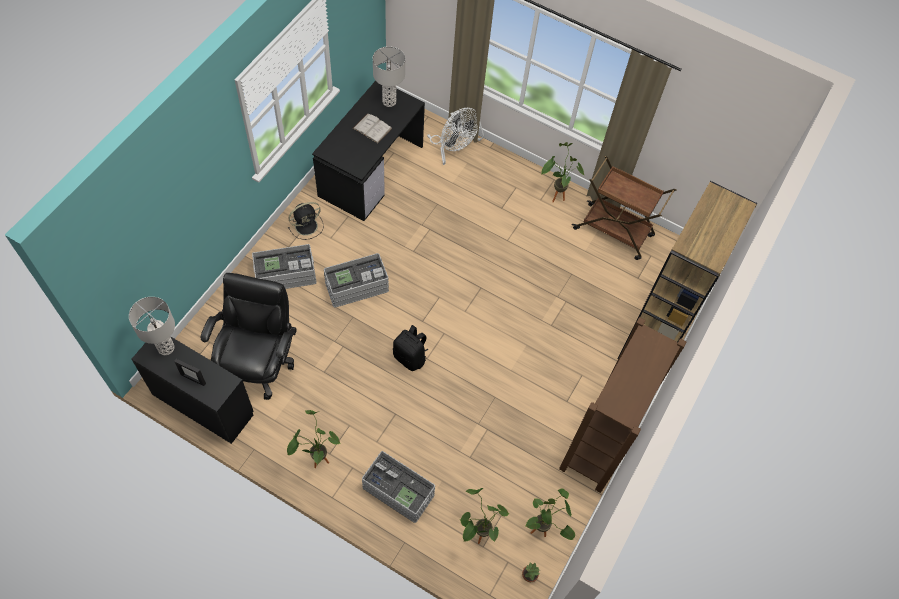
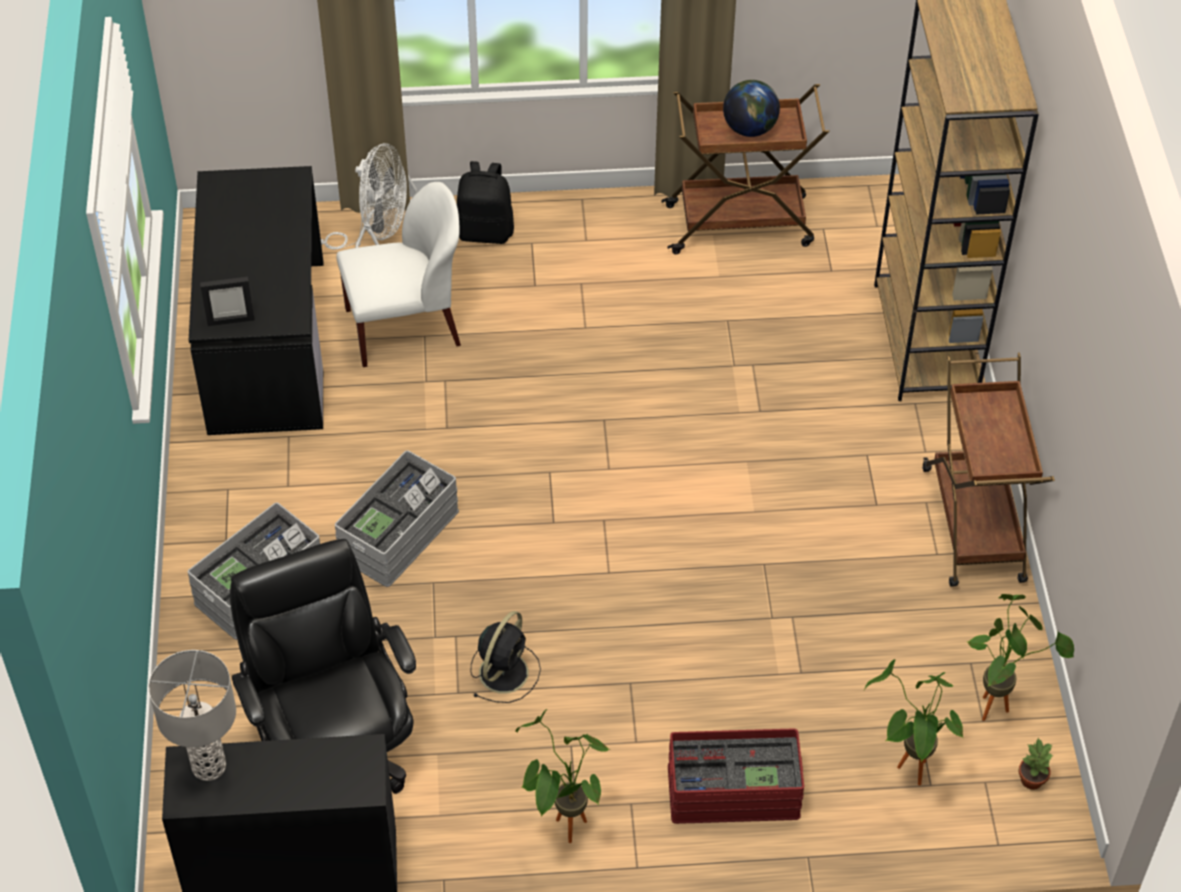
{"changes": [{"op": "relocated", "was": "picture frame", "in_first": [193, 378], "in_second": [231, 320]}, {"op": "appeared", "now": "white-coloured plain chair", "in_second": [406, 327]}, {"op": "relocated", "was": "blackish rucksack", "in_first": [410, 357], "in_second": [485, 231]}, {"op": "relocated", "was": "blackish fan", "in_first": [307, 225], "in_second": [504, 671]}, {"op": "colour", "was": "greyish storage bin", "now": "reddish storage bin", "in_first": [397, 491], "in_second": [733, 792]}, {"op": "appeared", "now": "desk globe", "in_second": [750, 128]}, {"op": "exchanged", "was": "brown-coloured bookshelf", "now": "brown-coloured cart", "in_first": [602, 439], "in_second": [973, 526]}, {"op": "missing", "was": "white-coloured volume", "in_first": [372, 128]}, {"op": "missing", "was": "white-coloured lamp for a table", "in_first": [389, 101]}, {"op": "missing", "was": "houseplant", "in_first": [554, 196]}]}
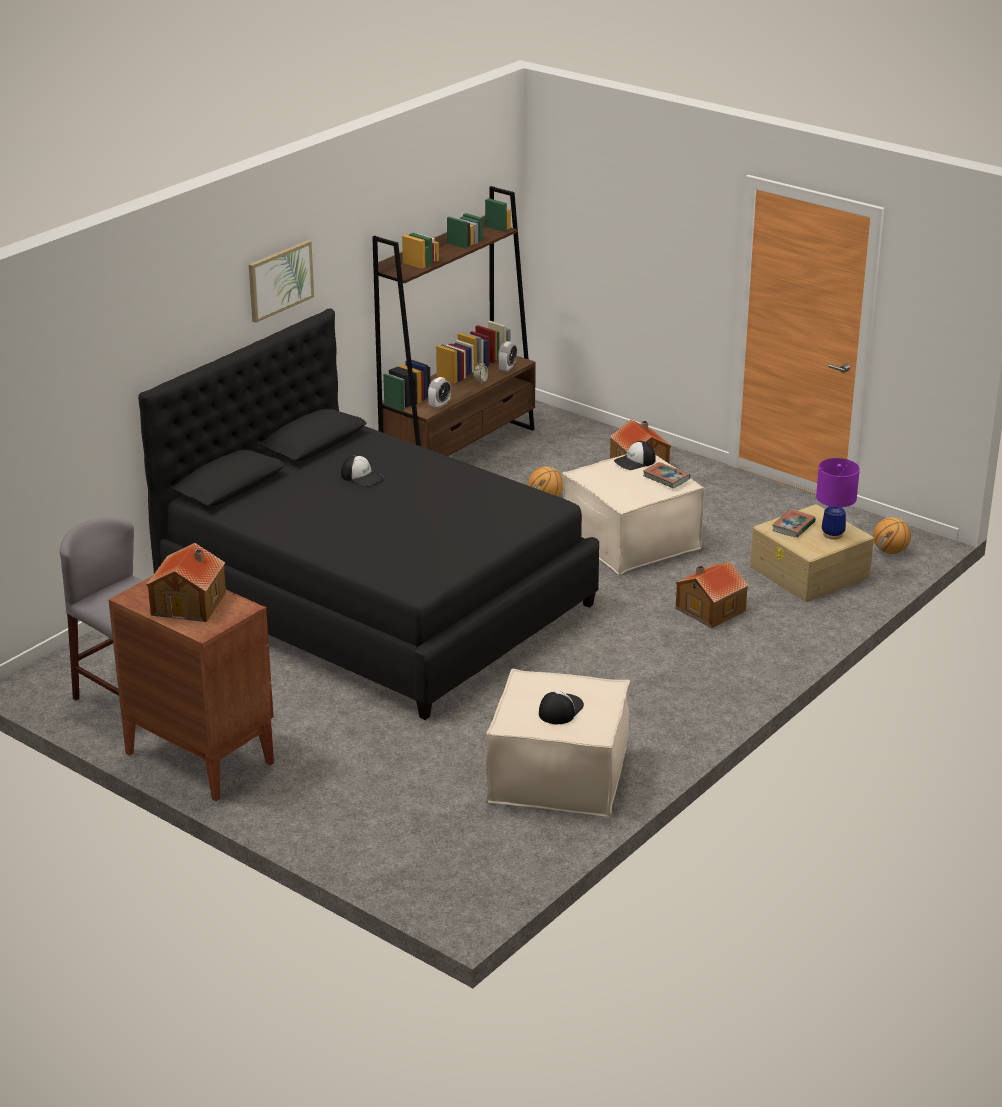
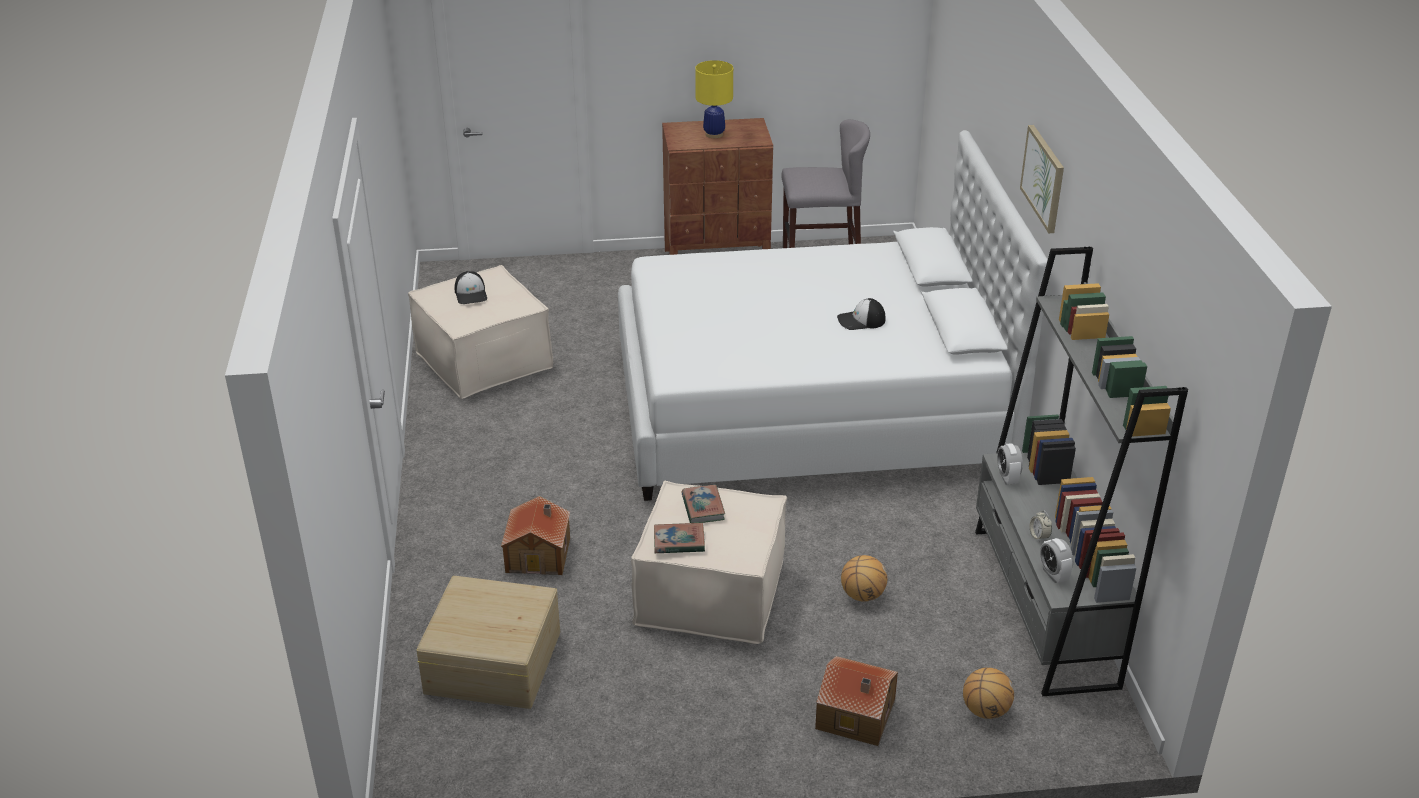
{"changes": [{"op": "colour", "was": "blackish sleeping bed", "now": "white-coloured sleeping bed", "in_first": [376, 601], "in_second": [809, 407]}, {"op": "relocated", "was": "volume", "in_first": [793, 526], "in_second": [703, 507]}, {"op": "exchanged", "was": "toy house", "now": "yellow lamp for a table", "in_first": [190, 603], "in_second": [714, 134]}, {"op": "relocated", "was": "ball for basketball", "in_first": [890, 551], "in_second": [985, 711]}, {"op": "colour", "was": "brown-coloured bookshelf", "now": "greyish bookshelf", "in_first": [459, 452], "in_second": [1044, 606]}, {"op": "missing", "was": "cap", "in_first": [635, 462]}, {"op": "missing", "was": "purple lamp for a table", "in_first": [833, 534]}]}
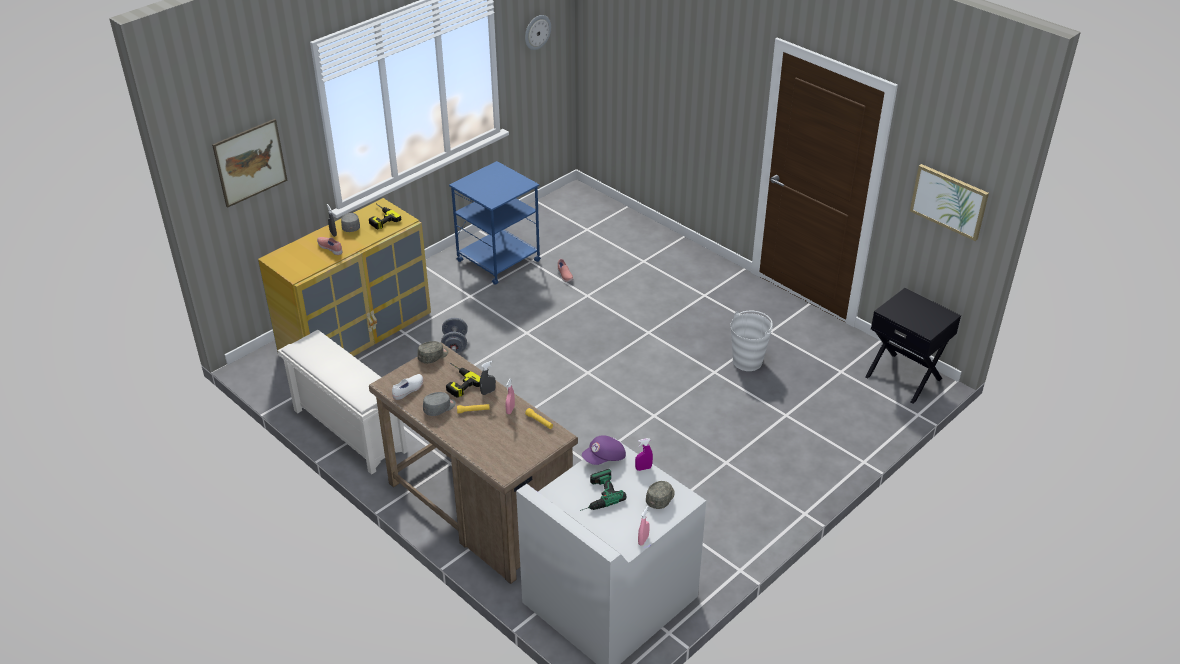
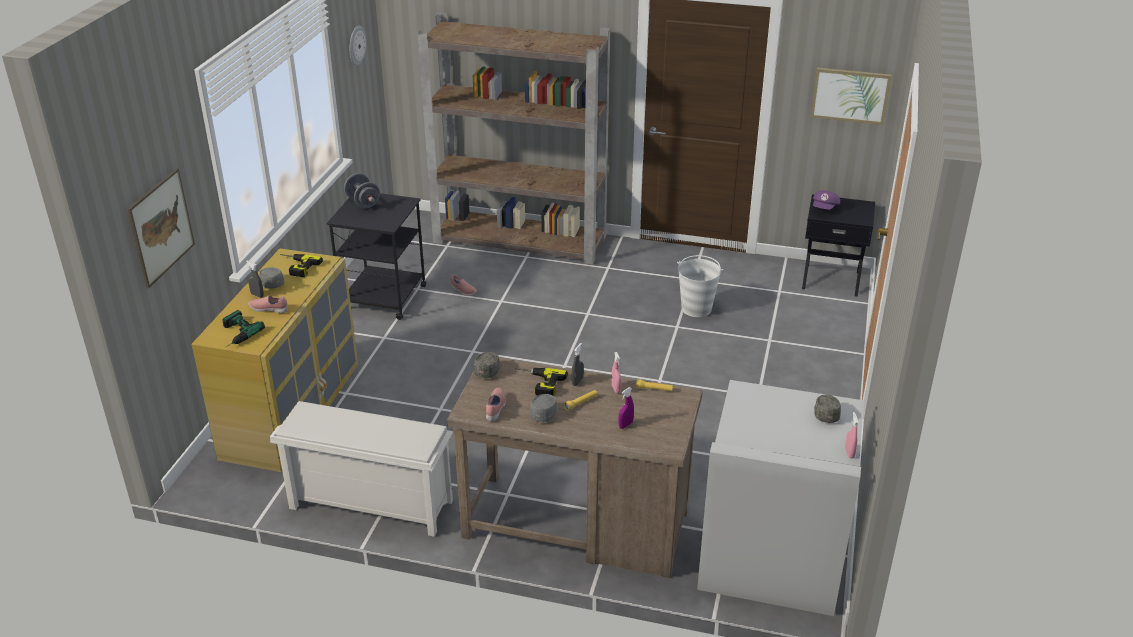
{"changes": [{"op": "relocated", "was": "drill", "in_first": [596, 495], "in_second": [235, 334]}, {"op": "colour", "was": "blue cart", "now": "blackish cart", "in_first": [499, 260], "in_second": [384, 297]}, {"op": "relocated", "was": "greyish hand weight", "in_first": [455, 345], "in_second": [363, 202]}, {"op": "appeared", "now": "brown-coloured bookshelf", "in_second": [520, 240]}, {"op": "colour", "was": "white-coloured low shoe", "now": "pink low shoe", "in_first": [408, 390], "in_second": [496, 408]}, {"op": "relocated", "was": "purple hand sprayer", "in_first": [643, 468], "in_second": [625, 425]}, {"op": "relocated", "was": "purple cap", "in_first": [604, 458], "in_second": [825, 208]}]}
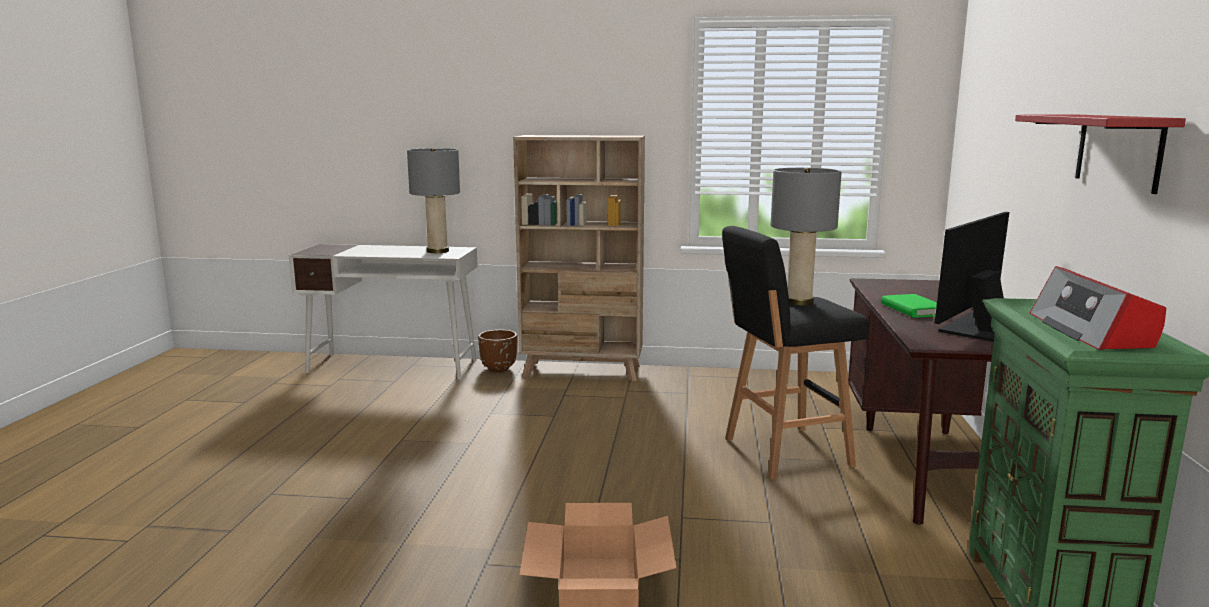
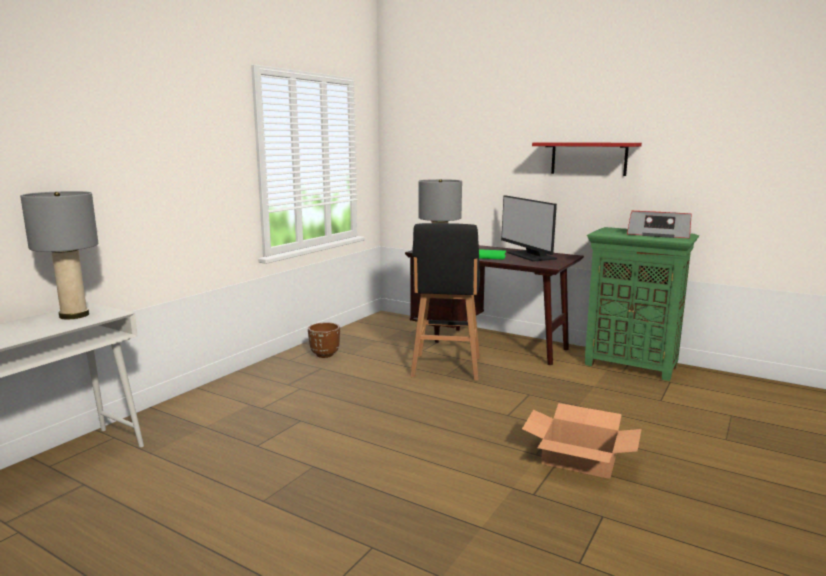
{"changes": [{"op": "relocated", "was": "brown-coloured planter", "in_first": [498, 369], "in_second": [324, 355]}, {"op": "missing", "was": "sand-coloured bookshelf", "in_first": [582, 372]}]}
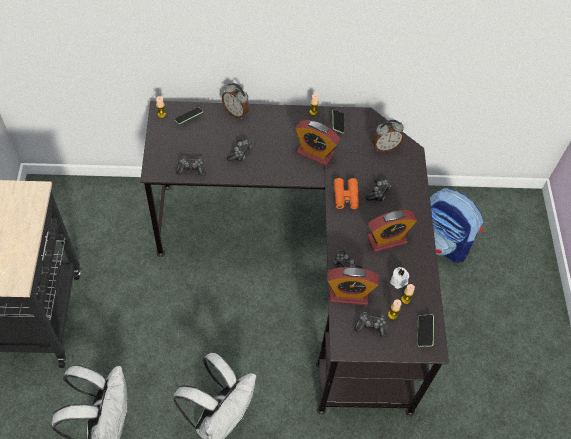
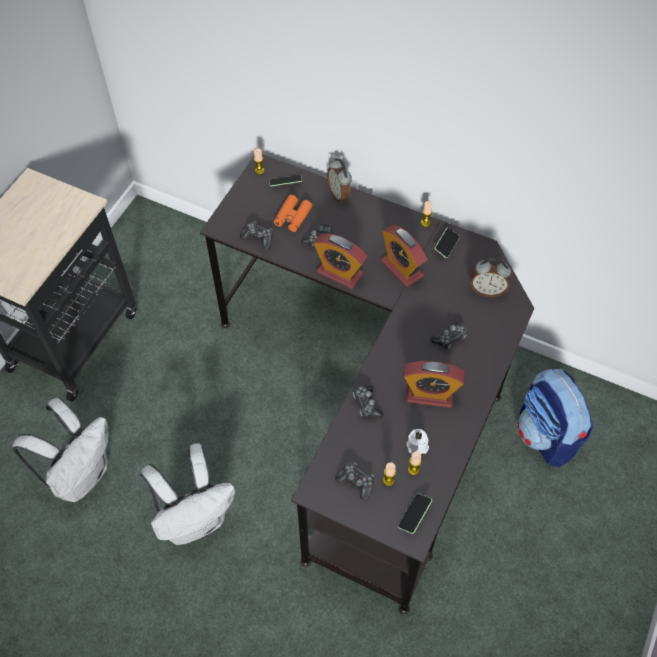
{"changes": [{"op": "relocated", "was": "orange-coloured binoculars", "in_first": [345, 196], "in_second": [292, 217]}, {"op": "relocated", "was": "table clock", "in_first": [348, 294], "in_second": [339, 273]}]}
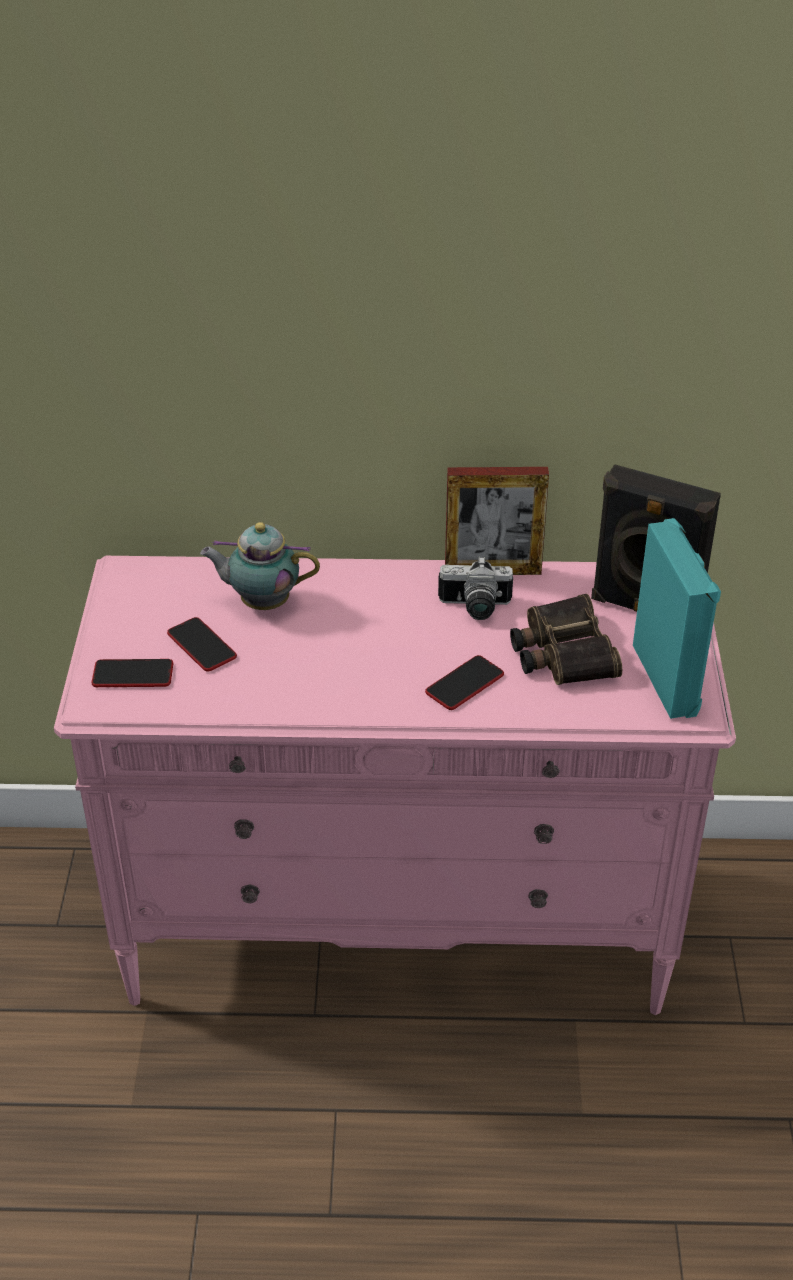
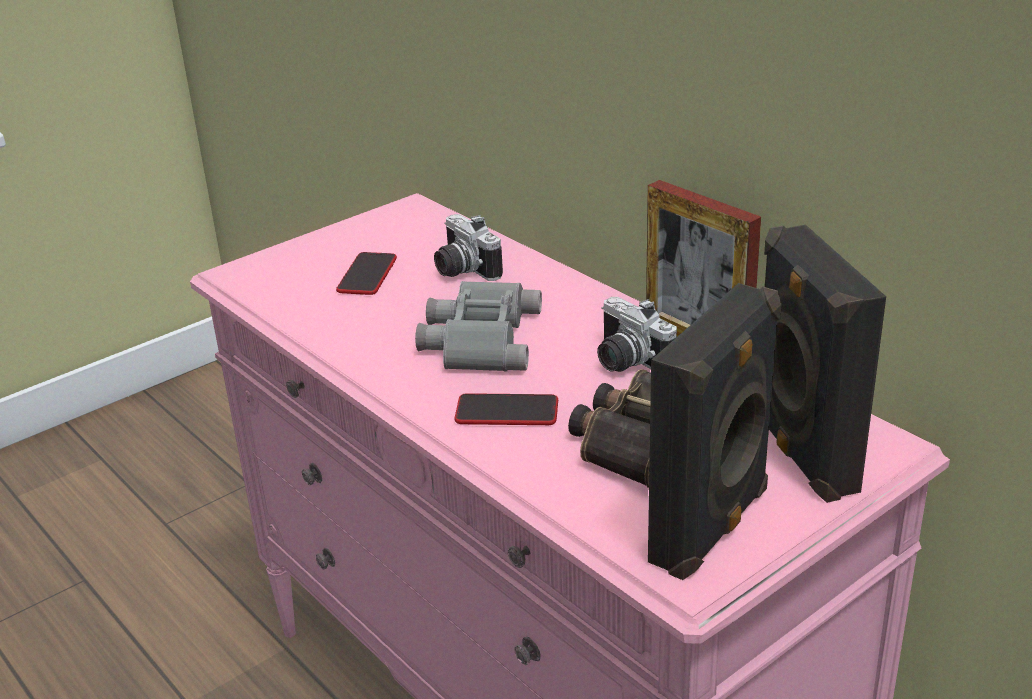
{"changes": [{"op": "appeared", "now": "greyish binoculars", "in_second": [478, 338]}, {"op": "exchanged", "was": "teapot", "now": "still camera", "in_first": [261, 602], "in_second": [461, 270]}, {"op": "colour", "was": "turquoise-coloured audio speaker", "now": "blackish audio speaker", "in_first": [668, 679], "in_second": [713, 527]}, {"op": "missing", "was": "phone", "in_first": [133, 675]}]}
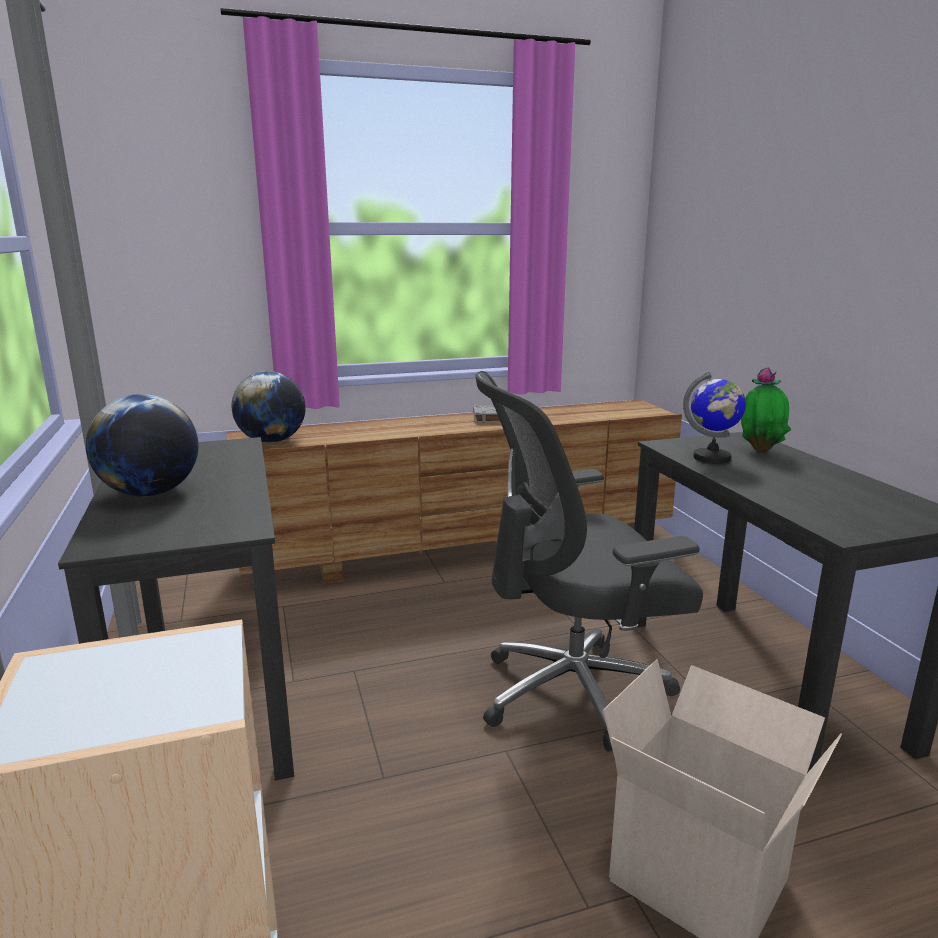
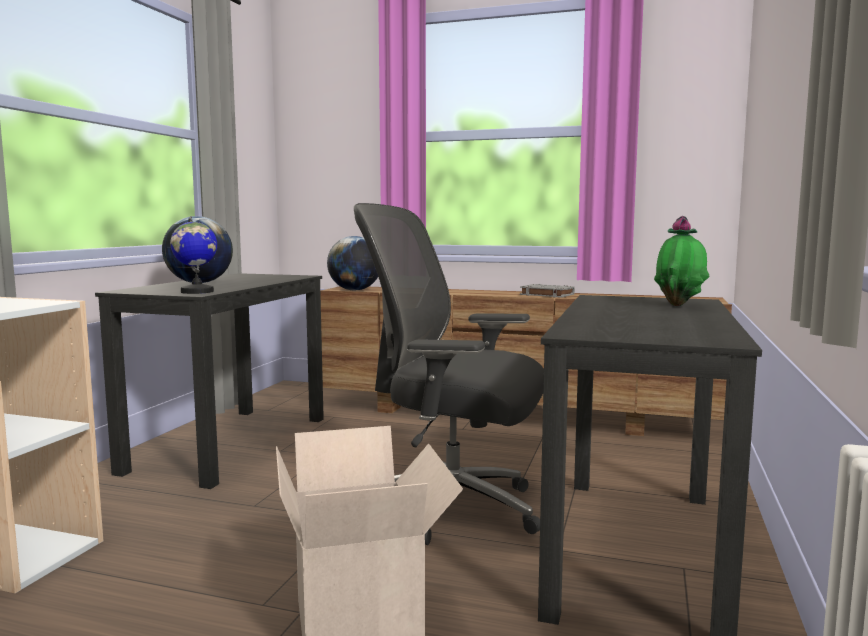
{"changes": [{"op": "relocated", "was": "desk globe", "in_first": [712, 458], "in_second": [197, 292]}]}
